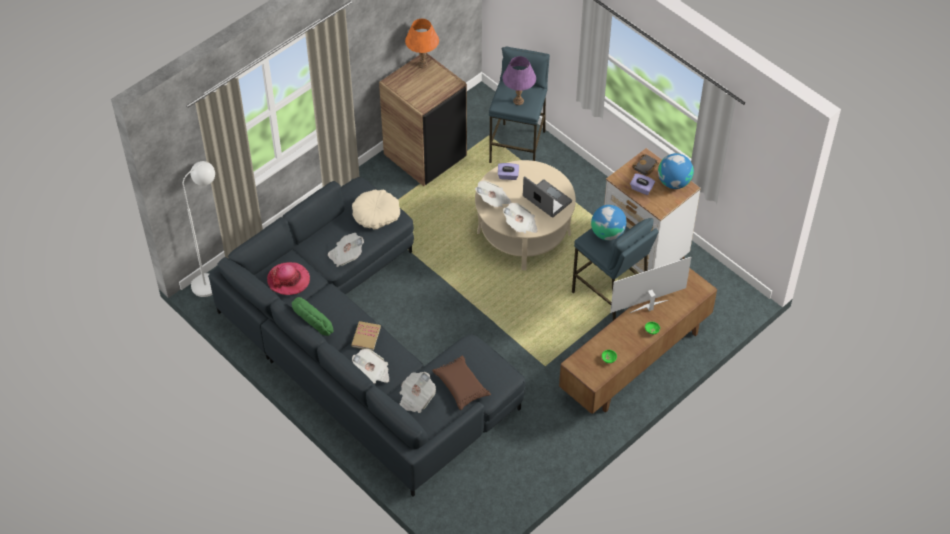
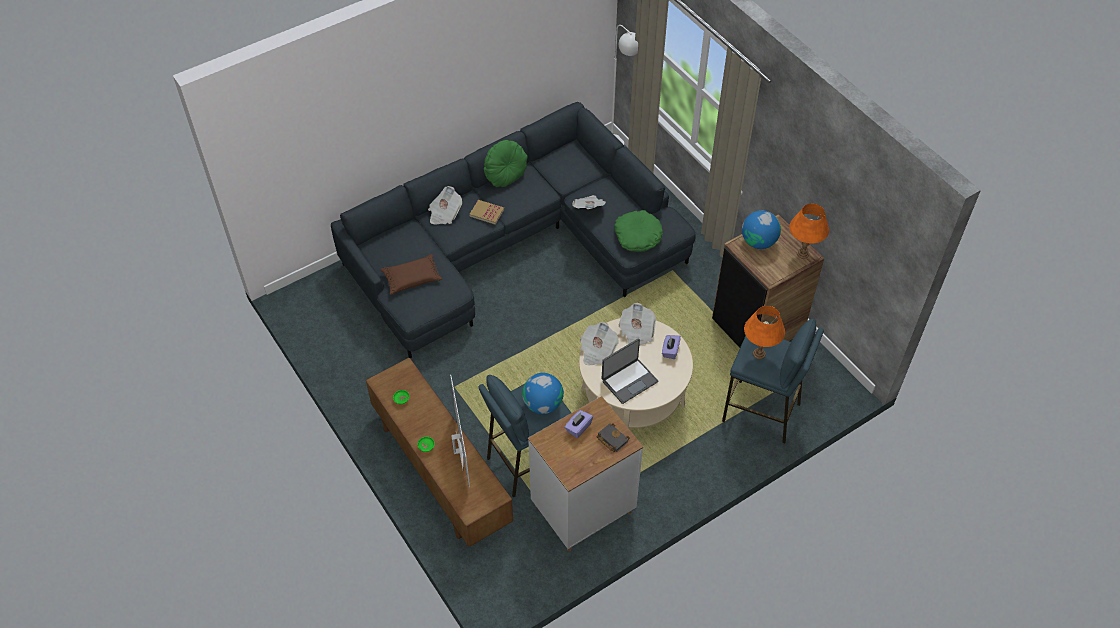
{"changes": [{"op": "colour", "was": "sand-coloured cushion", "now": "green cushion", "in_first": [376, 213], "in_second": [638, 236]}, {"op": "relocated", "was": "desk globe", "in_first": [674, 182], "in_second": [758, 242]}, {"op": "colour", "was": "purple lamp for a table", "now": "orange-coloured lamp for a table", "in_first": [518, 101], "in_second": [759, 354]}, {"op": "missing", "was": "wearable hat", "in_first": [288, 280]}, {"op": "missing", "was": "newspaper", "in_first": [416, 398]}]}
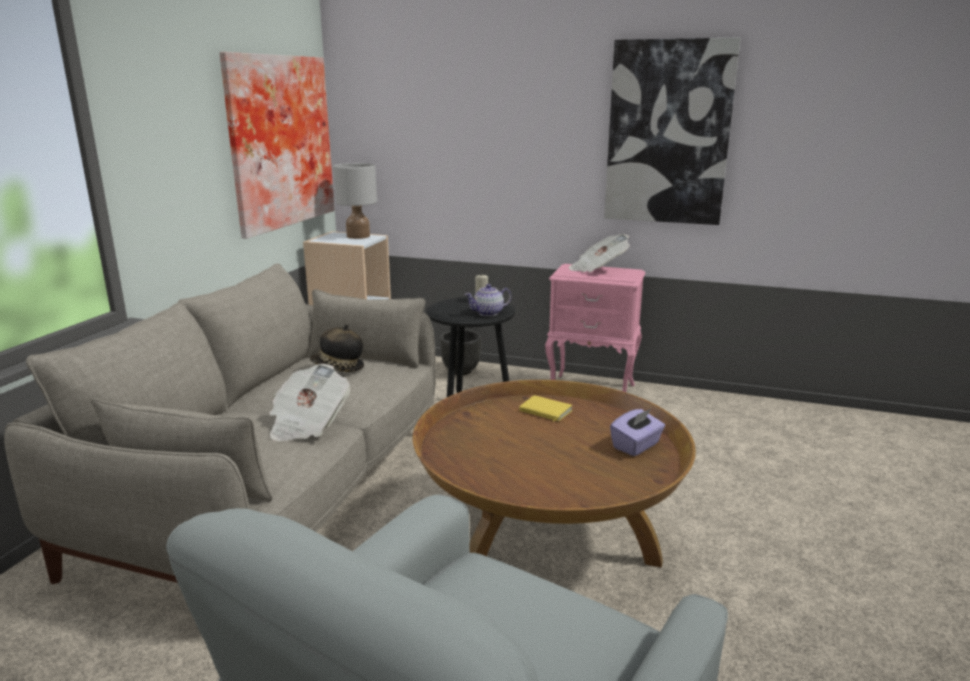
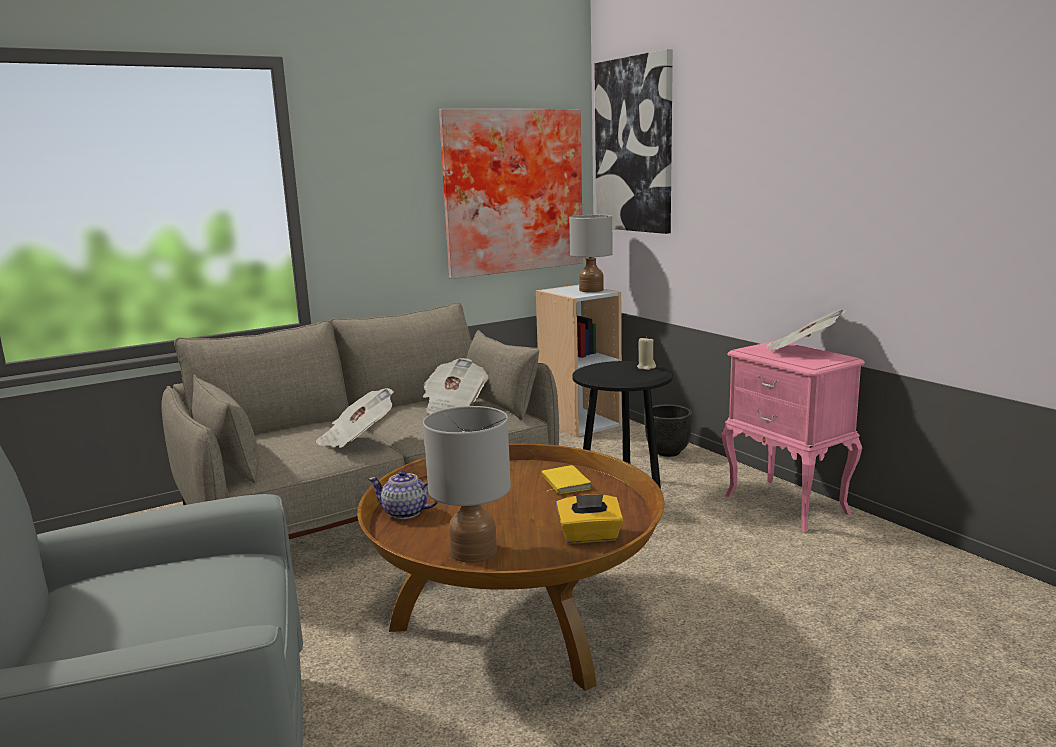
{"changes": [{"op": "relocated", "was": "teapot", "in_first": [488, 313], "in_second": [405, 512]}, {"op": "exchanged", "was": "wearable hat", "now": "newspaper", "in_first": [338, 368], "in_second": [453, 405]}, {"op": "appeared", "now": "greyish lamp for a table", "in_second": [473, 552]}, {"op": "colour", "was": "purple tissue box", "now": "yellow tissue box", "in_first": [636, 446], "in_second": [589, 536]}, {"op": "relocated", "was": "picture", "in_first": [668, 133], "in_second": [634, 145]}]}
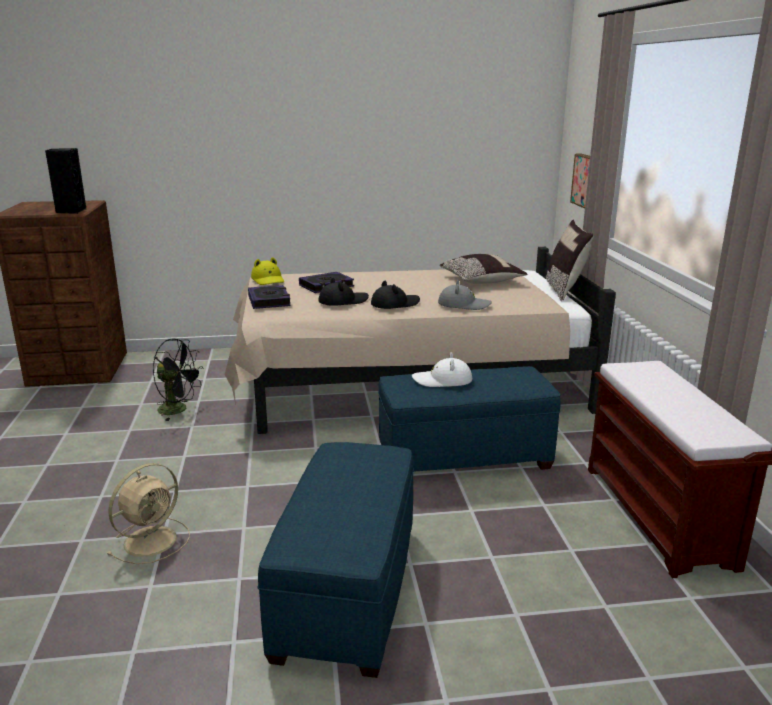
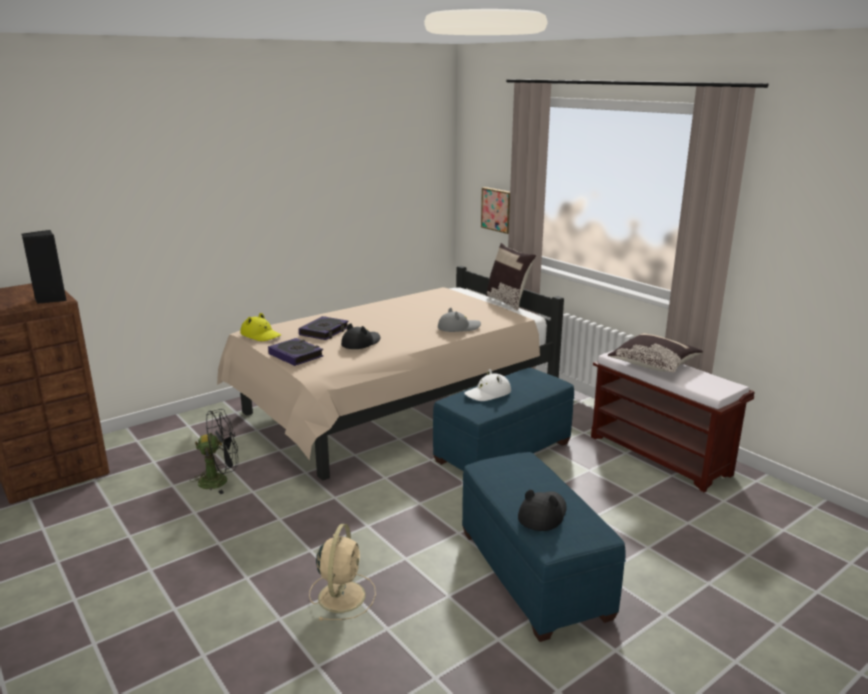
{"changes": [{"op": "relocated", "was": "blackish wearable hat", "in_first": [395, 304], "in_second": [542, 514]}, {"op": "relocated", "was": "cushion", "in_first": [481, 281], "in_second": [654, 364]}]}
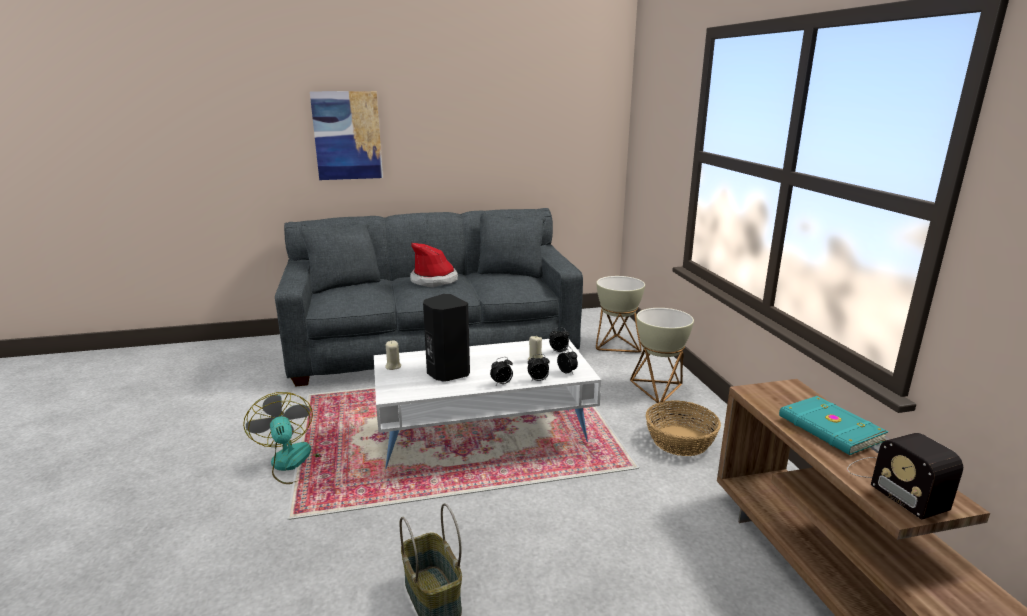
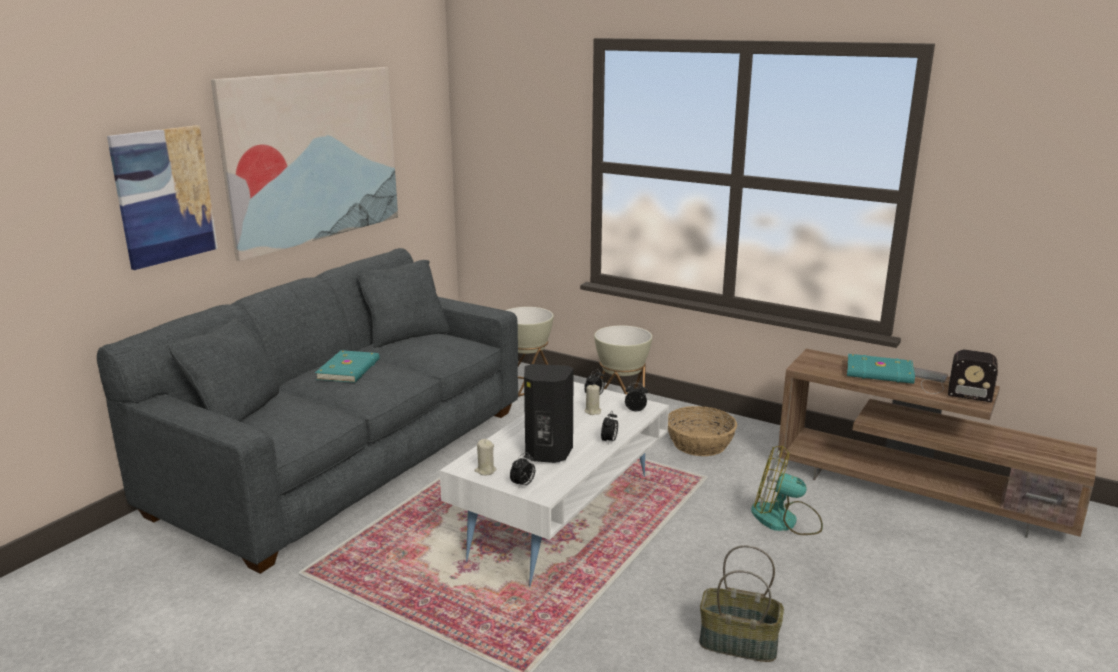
{"changes": [{"op": "appeared", "now": "picture", "in_second": [313, 157]}, {"op": "exchanged", "was": "wearable hat", "now": "turquoise-coloured volume", "in_first": [434, 280], "in_second": [349, 369]}, {"op": "relocated", "was": "table clock", "in_first": [538, 380], "in_second": [523, 485]}, {"op": "relocated", "was": "fan", "in_first": [294, 463], "in_second": [785, 520]}]}
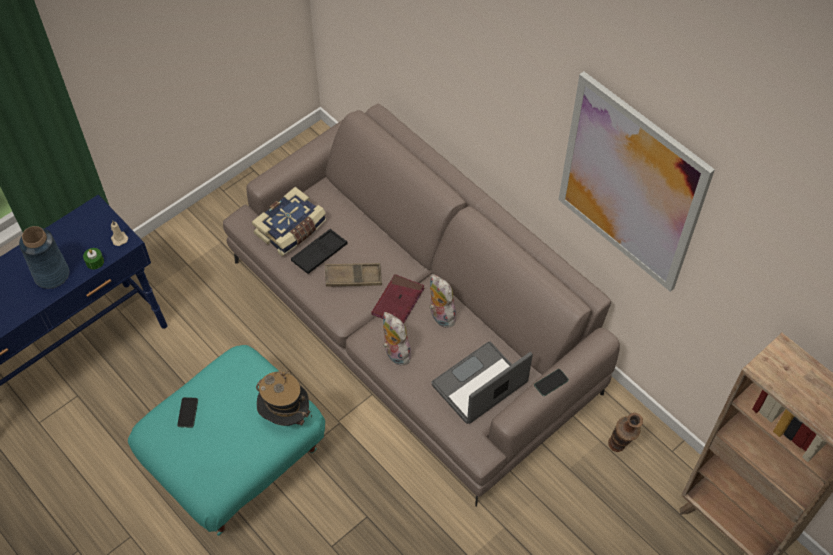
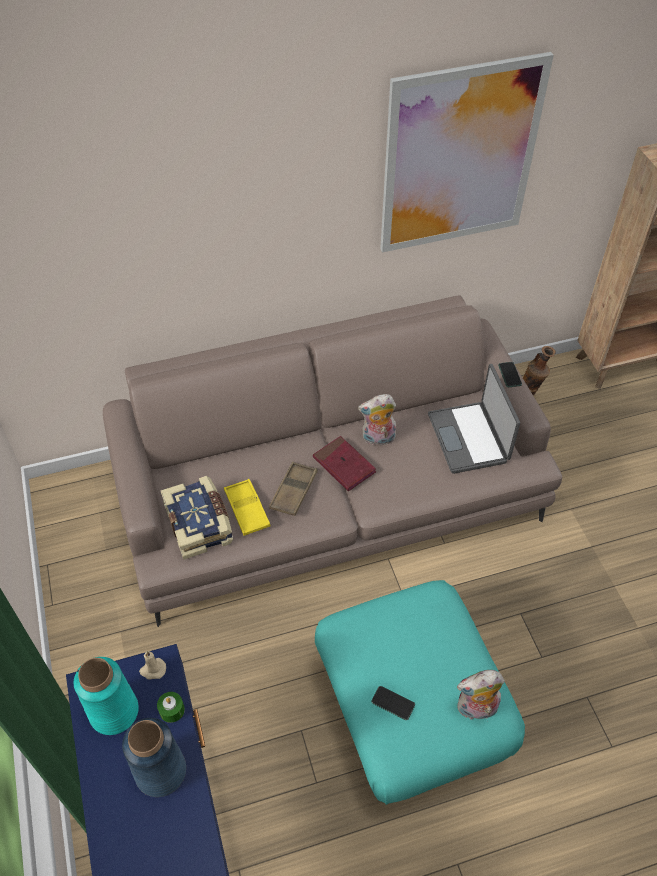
{"changes": [{"op": "appeared", "now": "turquoise-coloured decorative vase", "in_second": [114, 712]}, {"op": "colour", "was": "blackish tray", "now": "yellow tray", "in_first": [319, 254], "in_second": [247, 510]}, {"op": "relocated", "was": "soft toy", "in_first": [395, 353], "in_second": [476, 709]}, {"op": "missing", "was": "wearable hat", "in_first": [285, 415]}]}
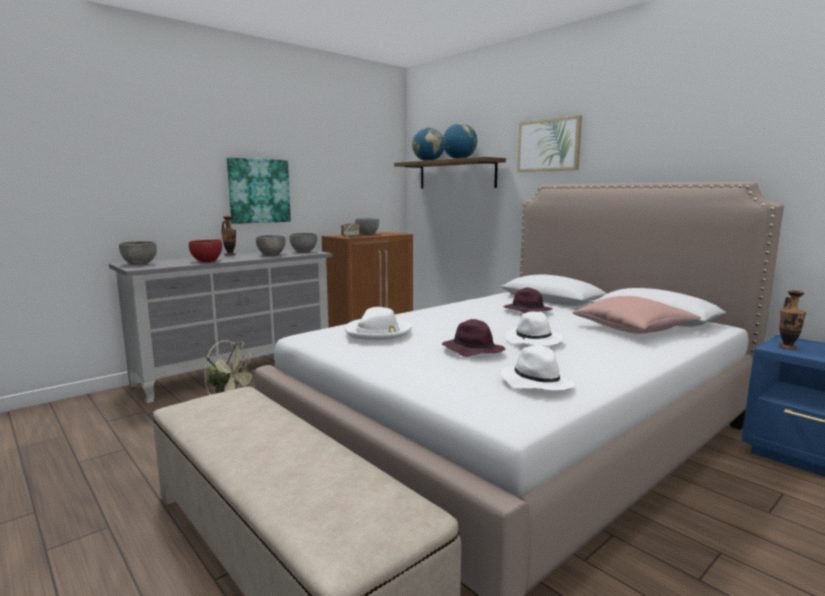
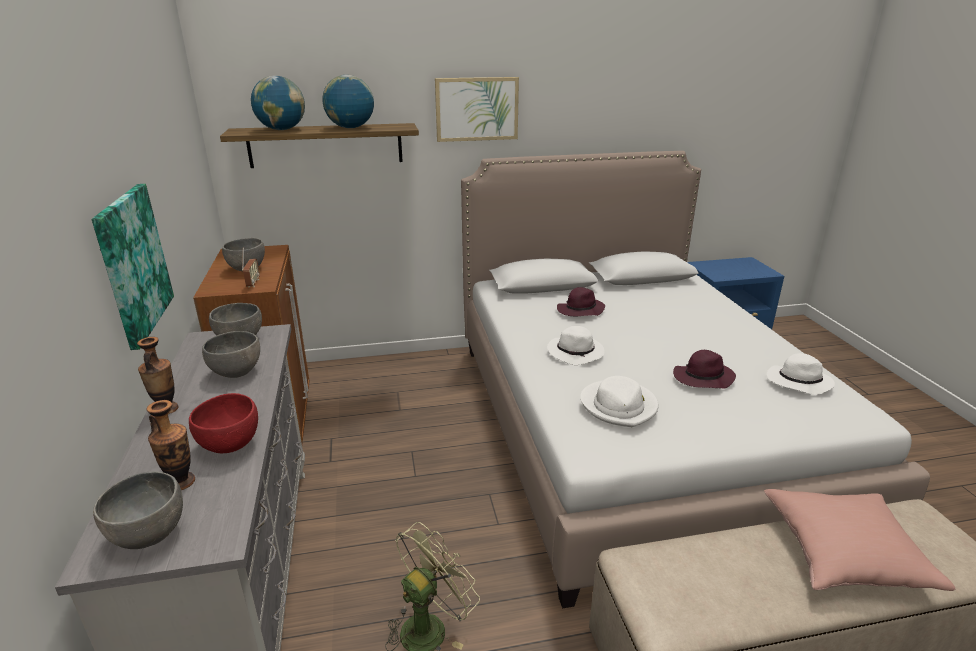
{"changes": [{"op": "relocated", "was": "decorative vase", "in_first": [787, 347], "in_second": [181, 482]}, {"op": "relocated", "was": "white-coloured wearable hat", "in_first": [534, 341], "in_second": [576, 353]}, {"op": "relocated", "was": "pink cushion", "in_first": [633, 329], "in_second": [844, 553]}]}
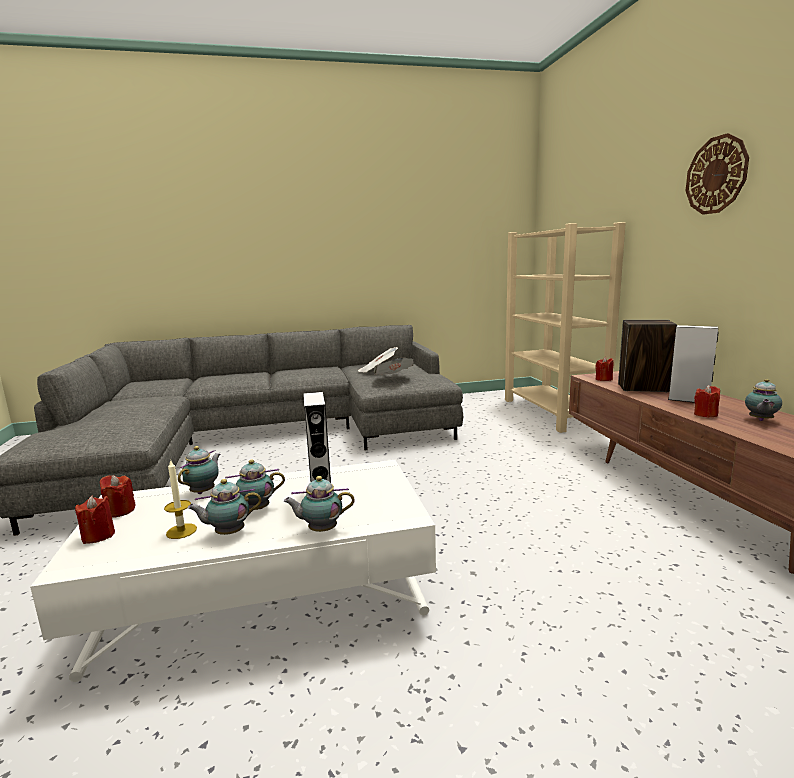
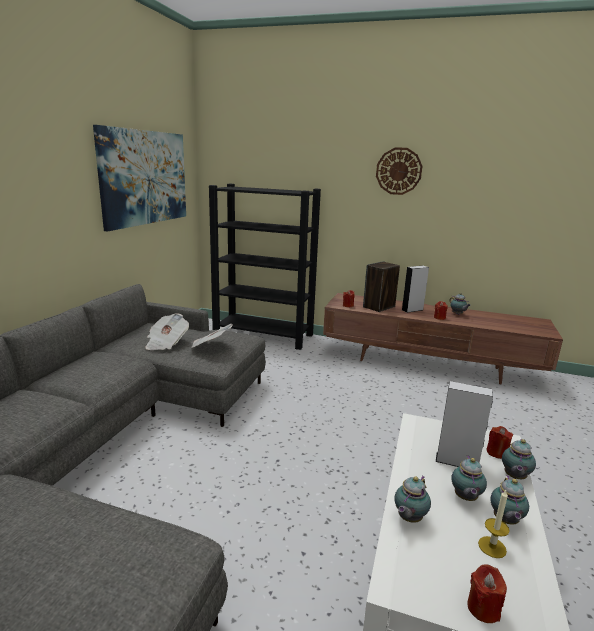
{"changes": [{"op": "appeared", "now": "picture", "in_second": [145, 177]}, {"op": "colour", "was": "sand-coloured bookshelf", "now": "blackish bookshelf", "in_first": [552, 412], "in_second": [263, 335]}, {"op": "spun", "was": "teapot", "in_first": [204, 491], "in_second": [408, 518], "clockwise": -105}, {"op": "relocated", "was": "reddish candle", "in_first": [120, 511], "in_second": [497, 452]}]}
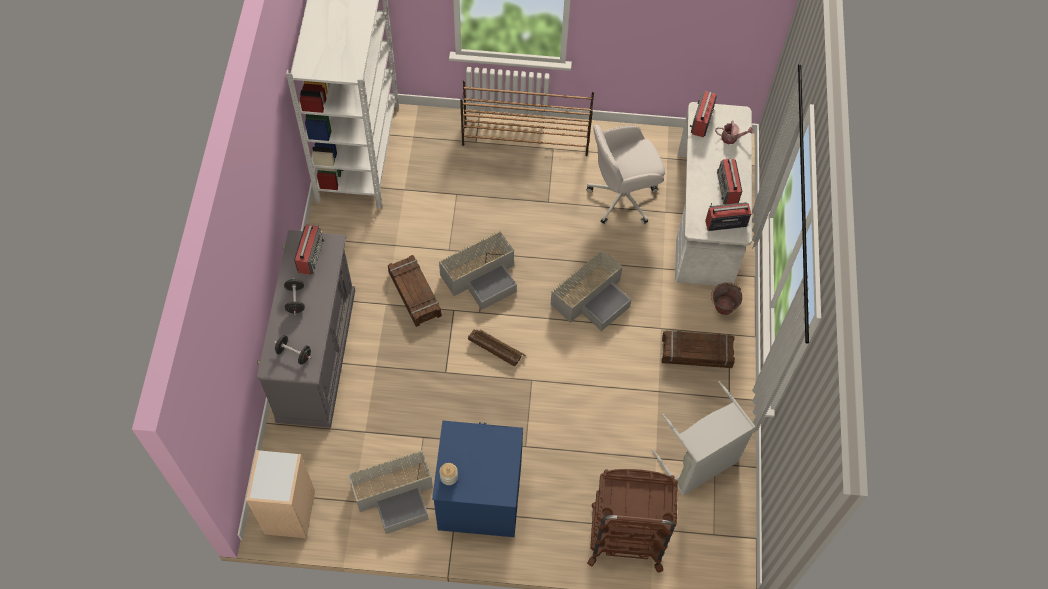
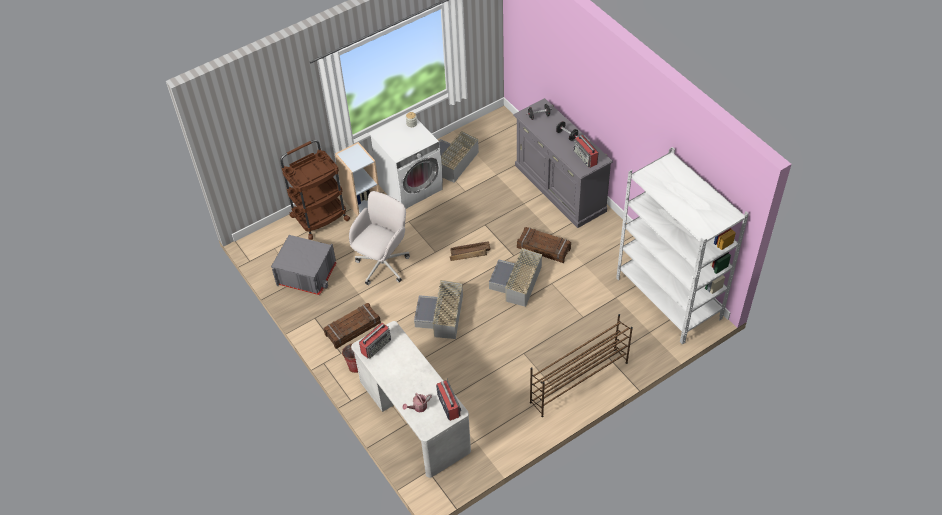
{"changes": [{"op": "exchanged", "was": "greyish laundry basket", "now": "greyish storage bin", "in_first": [699, 463], "in_second": [306, 274]}, {"op": "relocated", "was": "bookshelf", "in_first": [289, 513], "in_second": [362, 201]}, {"op": "relocated", "was": "white-coloured computer chair", "in_first": [622, 198], "in_second": [383, 266]}, {"op": "colour", "was": "blue laundry appliance", "now": "white-coloured laundry appliance", "in_first": [478, 500], "in_second": [410, 185]}, {"op": "missing", "was": "radio", "in_first": [727, 189]}]}
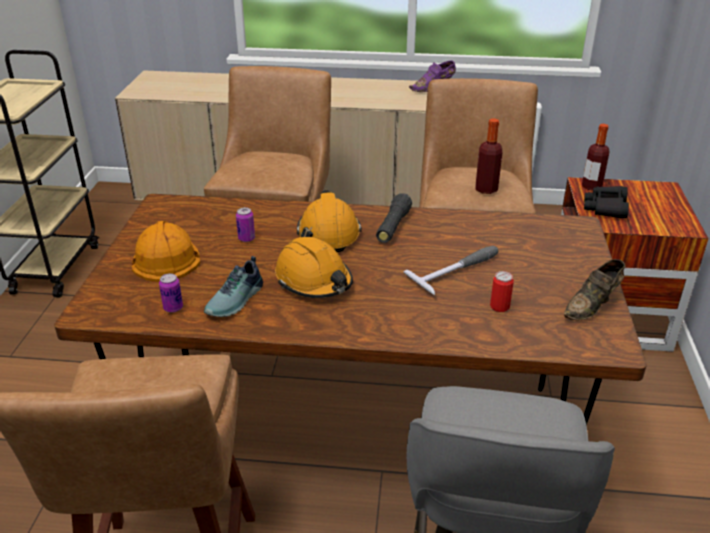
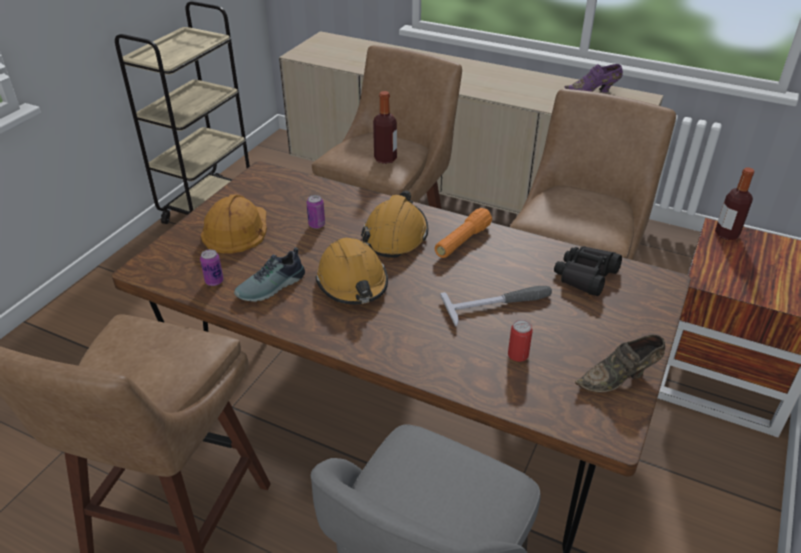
{"changes": [{"op": "relocated", "was": "beverage bottle", "in_first": [486, 189], "in_second": [385, 159]}, {"op": "colour", "was": "blackish flashlight", "now": "orange-coloured flashlight", "in_first": [393, 227], "in_second": [462, 241]}, {"op": "relocated", "was": "blackish binoculars", "in_first": [606, 208], "in_second": [585, 276]}]}
